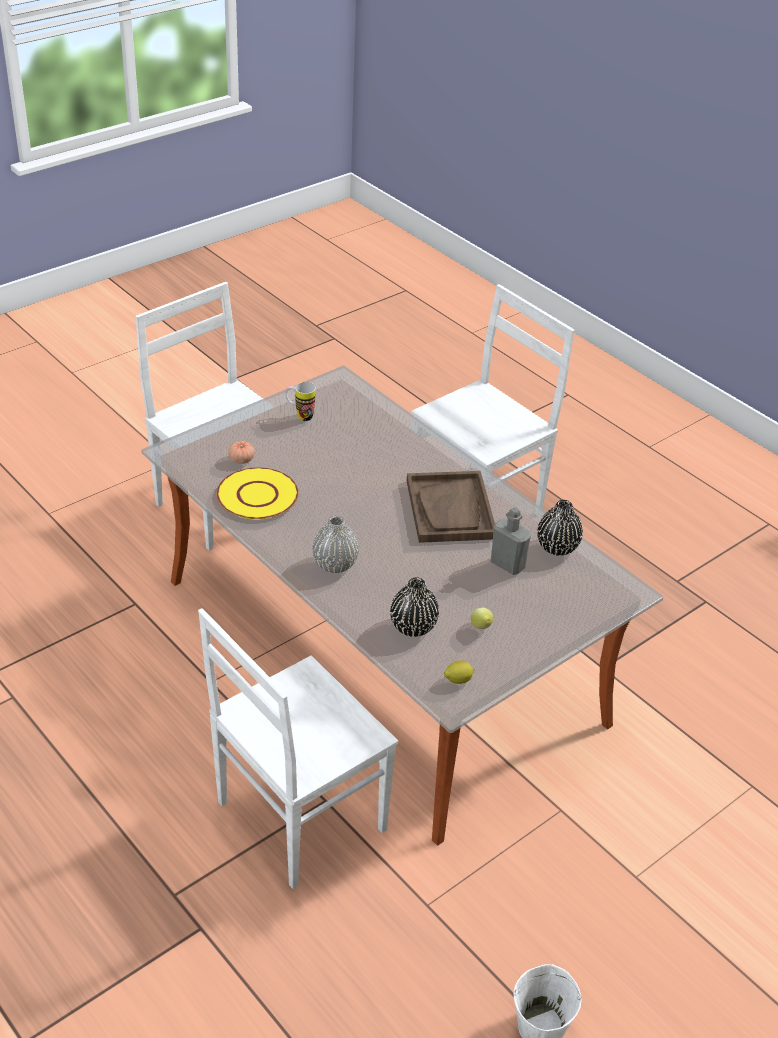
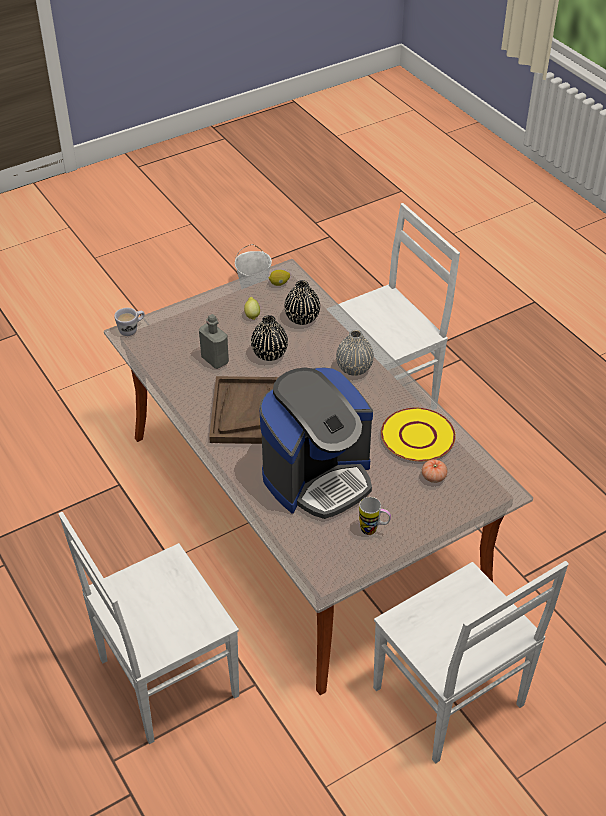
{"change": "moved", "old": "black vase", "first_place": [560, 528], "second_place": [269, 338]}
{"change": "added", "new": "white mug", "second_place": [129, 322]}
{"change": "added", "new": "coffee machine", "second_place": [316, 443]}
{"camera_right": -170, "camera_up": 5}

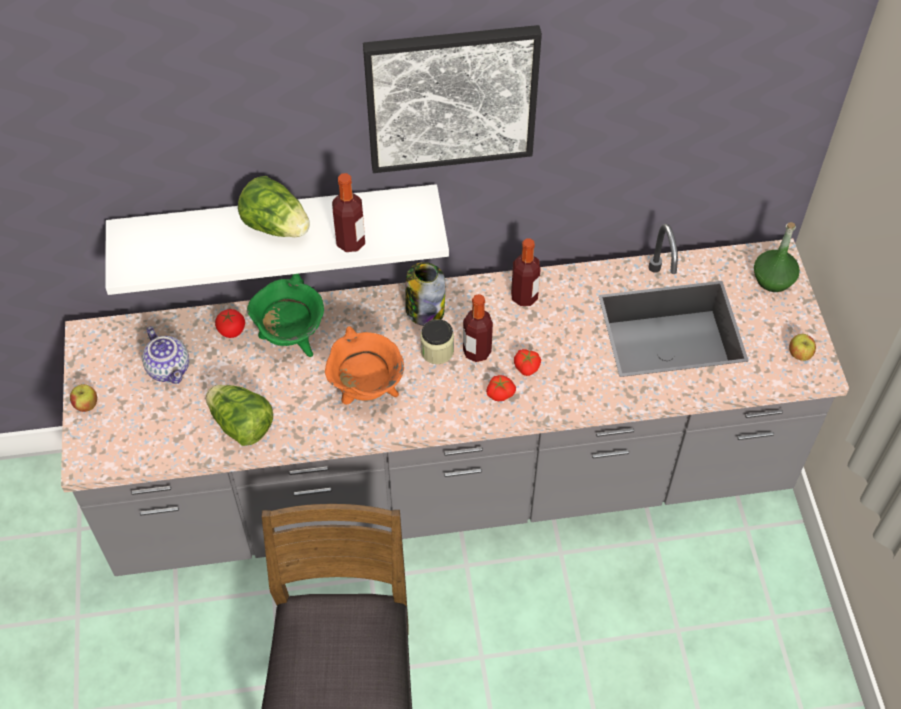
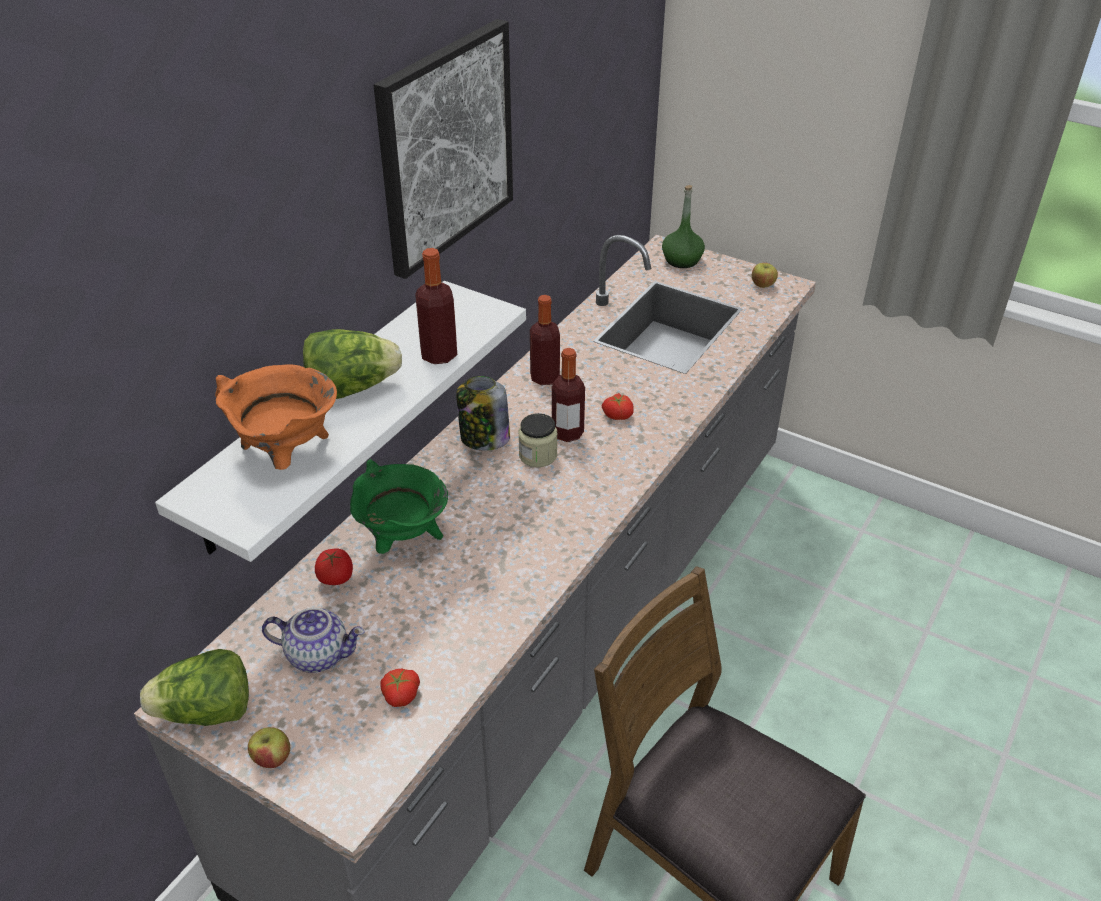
{"change": "moved", "old": "lettuce", "first_place": [239, 415], "second_place": [194, 687]}
{"change": "moved", "old": "orange cooking pot", "first_place": [364, 365], "second_place": [276, 417]}
{"change": "moved", "old": "tomato", "first_place": [501, 388], "second_place": [400, 687]}
{"camera_right": -50, "camera_up": -15}

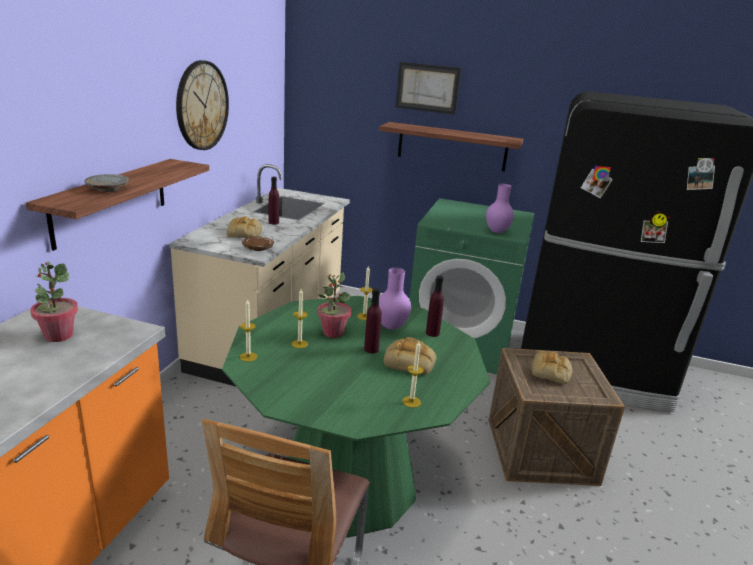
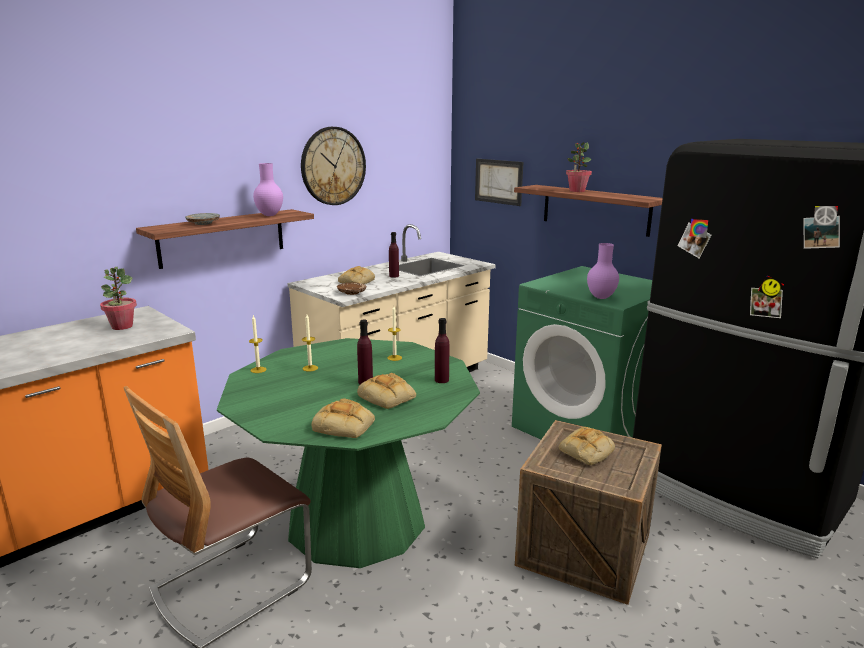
{"change": "moved", "old": "potted plant", "first_place": [334, 305], "second_place": [579, 167]}
{"change": "moved", "old": "purple vase", "first_place": [395, 299], "second_place": [268, 189]}
{"change": "moved", "old": "picture", "first_place": [428, 88], "second_place": [499, 182]}
{"change": "replaced", "old": "candle", "new": "bread", "first_place": [413, 374], "second_place": [343, 418]}
{"camera_right": 30, "camera_up": -5}

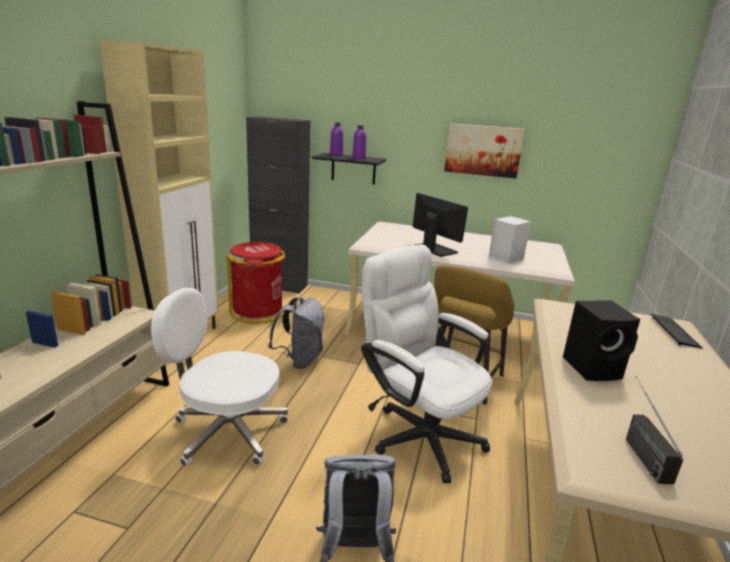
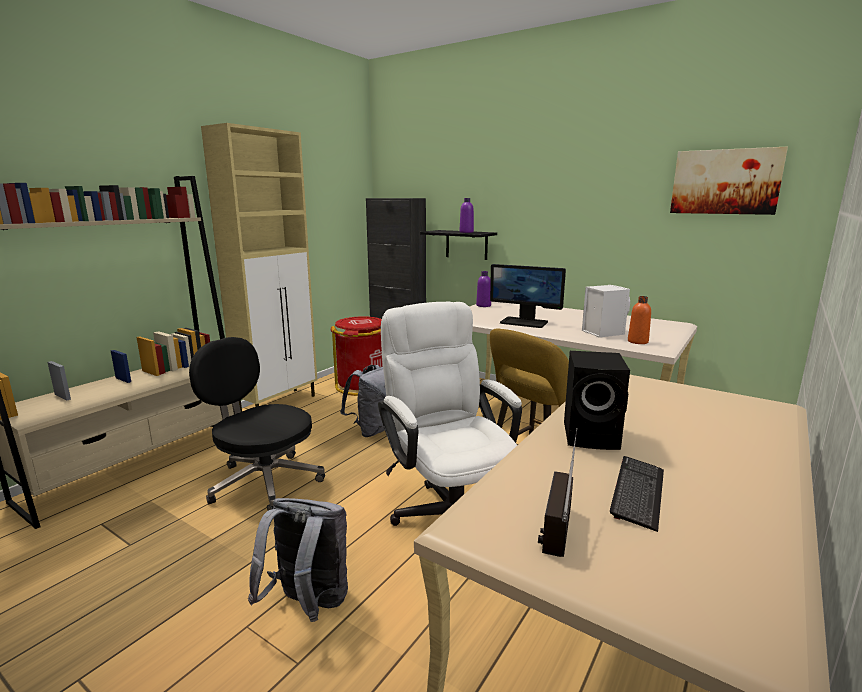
{"change": "recoloured", "old": "white office chair", "new": "black office chair", "first_place": [219, 377], "second_place": [257, 423]}
{"change": "moved", "old": "purple bottle", "first_place": [336, 139], "second_place": [483, 289]}
{"change": "turned", "old": "monitor", "first_place": [440, 225], "second_place": [528, 296], "degrees": 135}
{"change": "moved", "old": "picture", "first_place": [484, 150], "second_place": [729, 180]}
{"change": "moved", "old": "keyboard", "first_place": [677, 331], "second_place": [637, 494]}
{"change": "added", "new": "orange bottle", "second_place": [639, 320]}
{"camera_right": 20, "camera_up": -5}

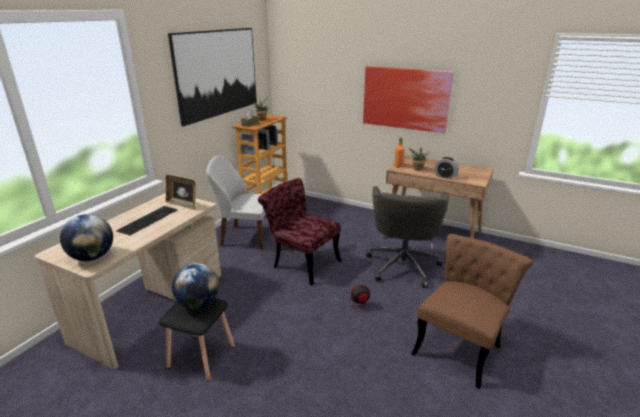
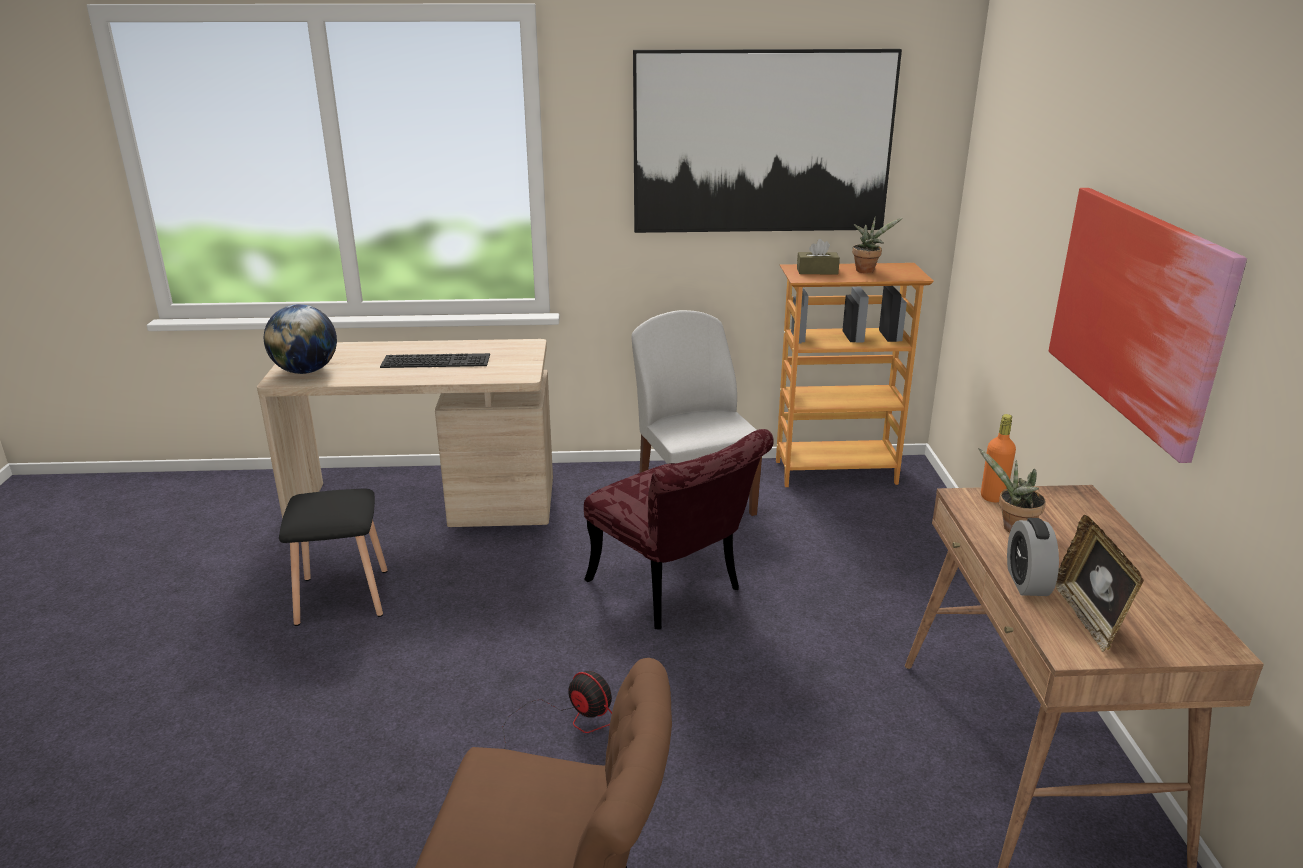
{"change": "moved", "old": "picture frame", "first_place": [180, 192], "second_place": [1099, 583]}
{"change": "removed", "old": "globe", "first_place": [195, 286]}
{"change": "turned", "old": "red chair", "first_place": [299, 231], "second_place": [679, 529], "degrees": 135}
{"change": "removed", "old": "grey office chair", "first_place": [407, 237]}
{"camera_right": 60, "camera_up": 0}

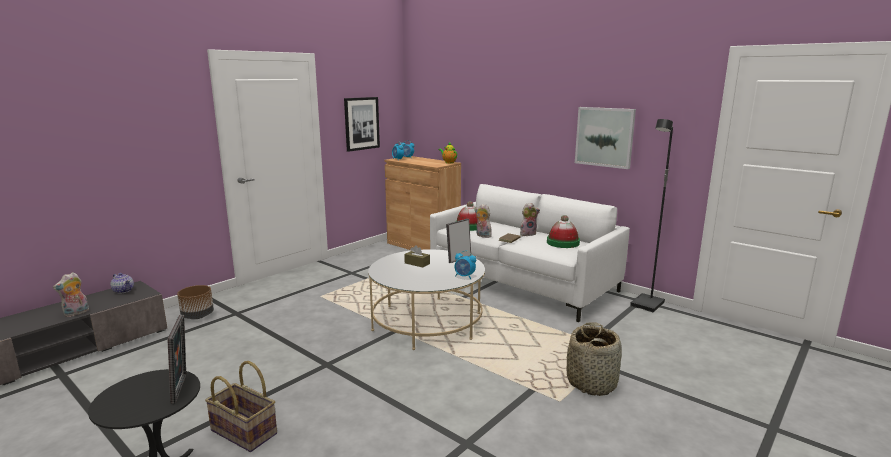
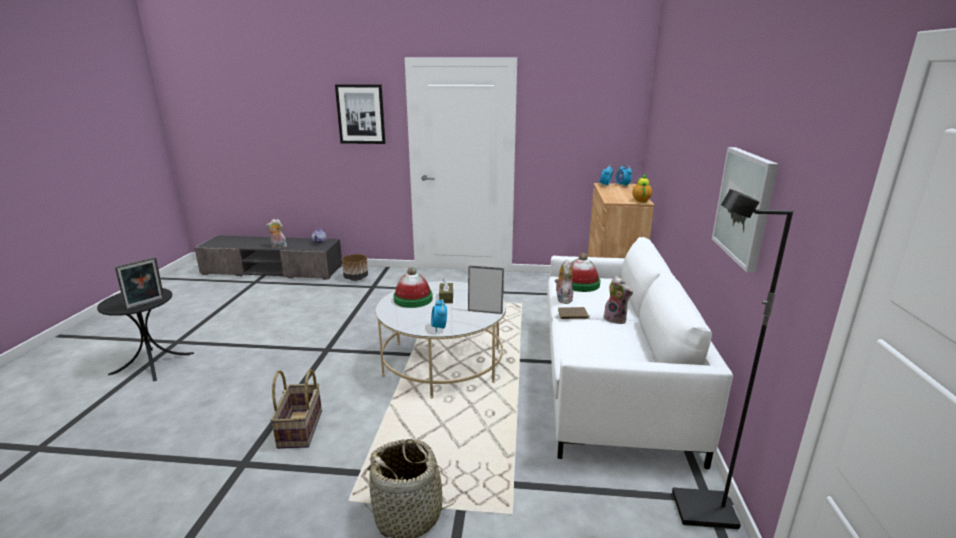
{"change": "moved", "old": "basket", "first_place": [241, 406], "second_place": [296, 409]}
{"change": "moved", "old": "picture", "first_place": [362, 124], "second_place": [360, 114]}
{"change": "moved", "old": "hat", "first_place": [563, 231], "second_place": [413, 287]}
{"camera_right": 55, "camera_up": 5}

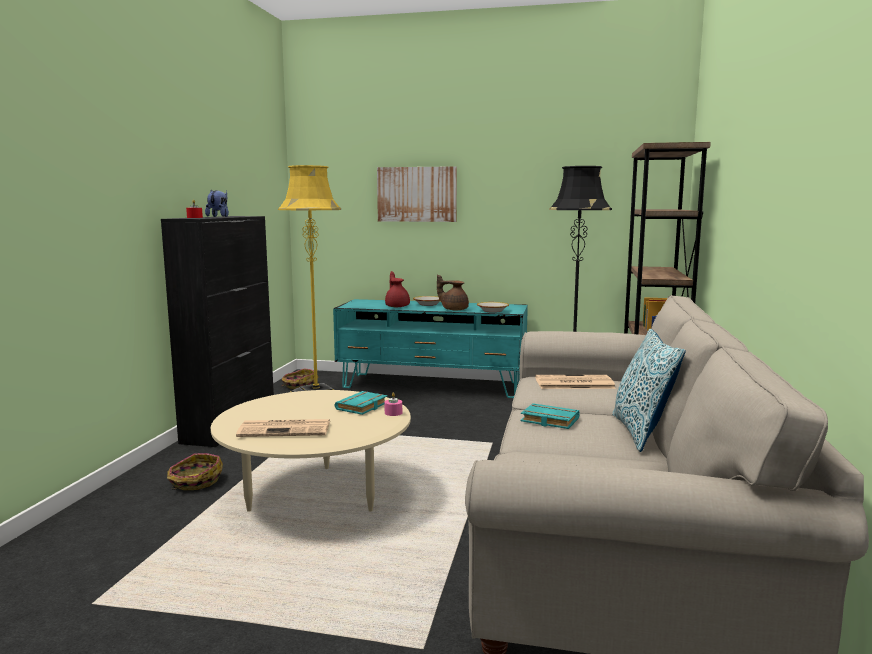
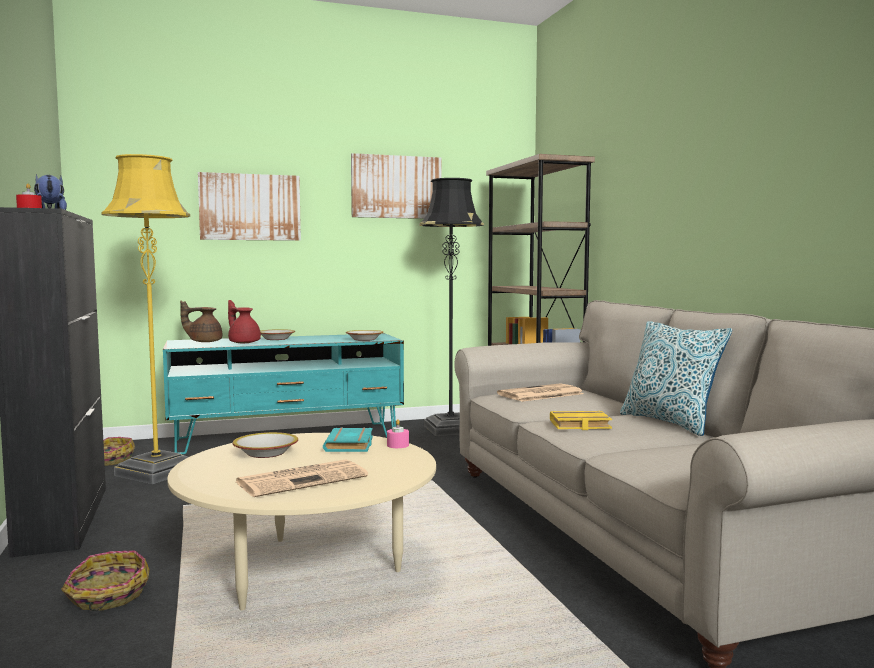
{"change": "moved", "old": "brown teapot", "first_place": [453, 292], "second_place": [201, 321]}
{"change": "recoloured", "old": "turquoise book", "new": "yellow book", "first_place": [550, 416], "second_place": [581, 420]}
{"change": "added", "new": "bowl", "second_place": [265, 445]}
{"change": "added", "new": "picture", "second_place": [396, 186]}
{"camera_right": -30, "camera_up": -5}

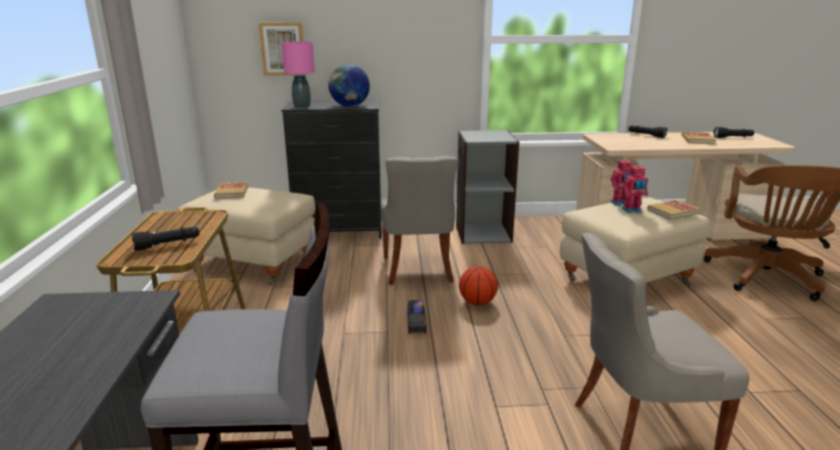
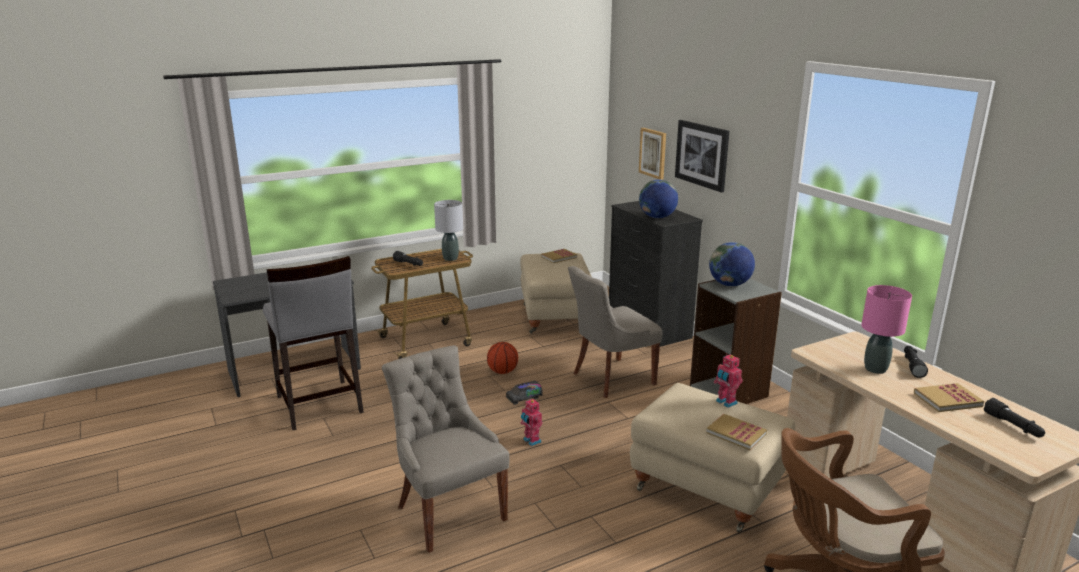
{"change": "moved", "old": "pink table lamp", "first_place": [298, 74], "second_place": [886, 329]}
{"change": "moved", "old": "basketball", "first_place": [478, 285], "second_place": [502, 358]}
{"change": "moved", "old": "toy robot", "first_place": [635, 189], "second_place": [531, 422]}
{"change": "added", "new": "grey table lamp", "second_place": [448, 230]}
{"change": "added", "new": "picture", "second_place": [702, 156]}
{"change": "added", "new": "globe", "second_place": [732, 264]}
{"camera_right": 65, "camera_up": 0}

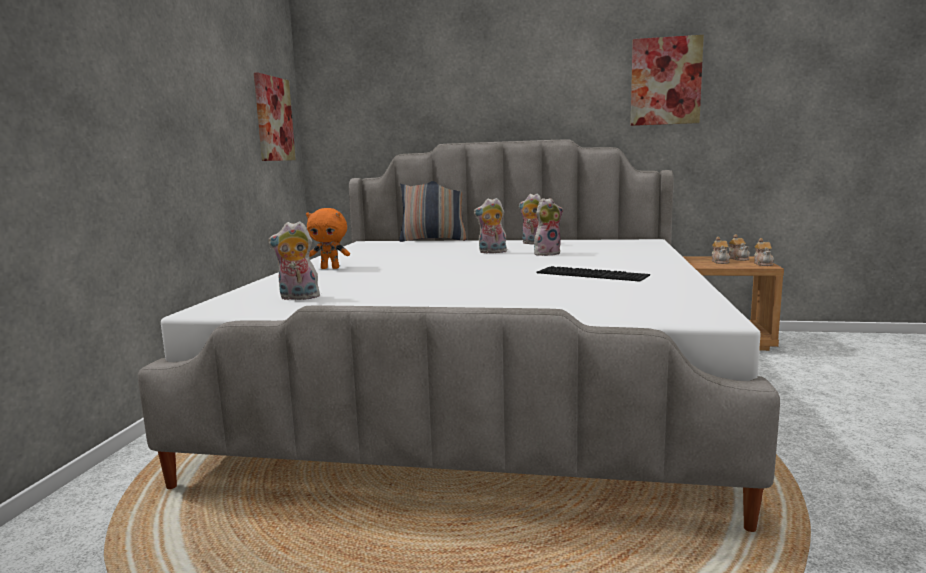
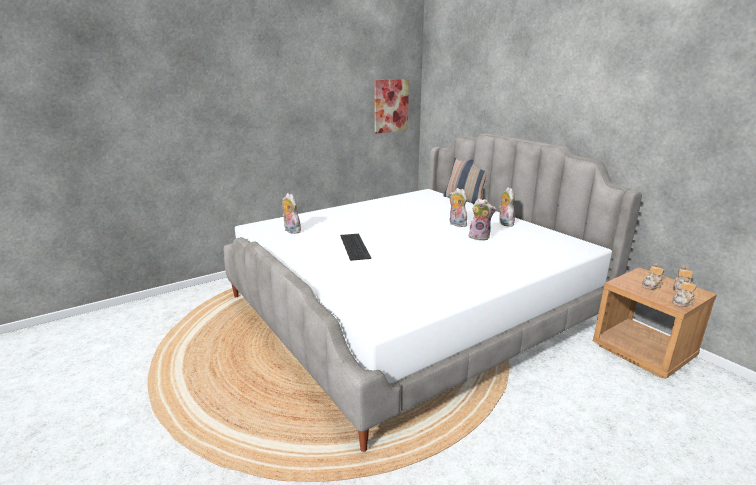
{"change": "removed", "old": "orange plush toy", "first_place": [328, 238]}
{"change": "moved", "old": "keyboard", "first_place": [593, 274], "second_place": [355, 247]}
{"change": "removed", "old": "picture", "first_place": [667, 80]}
{"camera_right": 45, "camera_up": 10}

